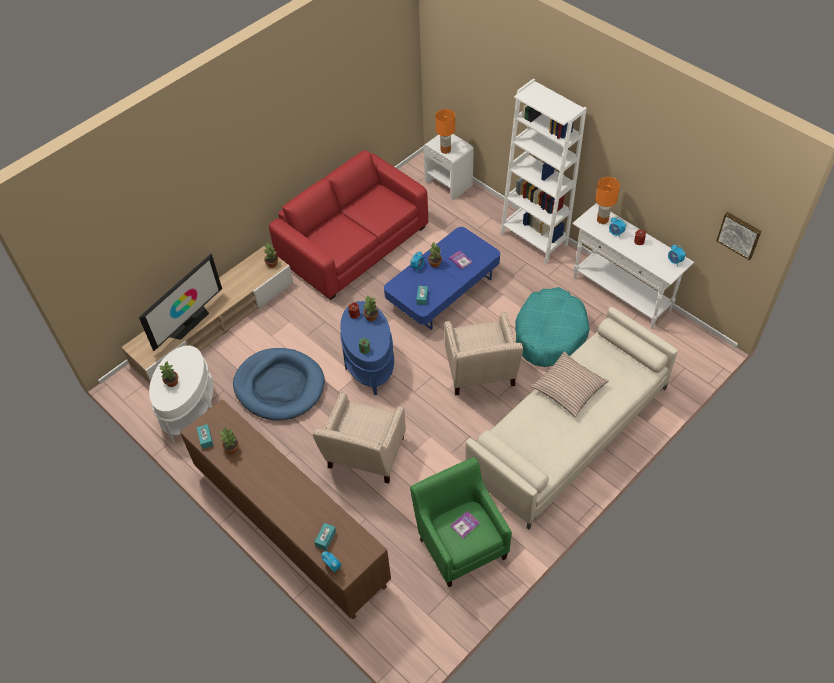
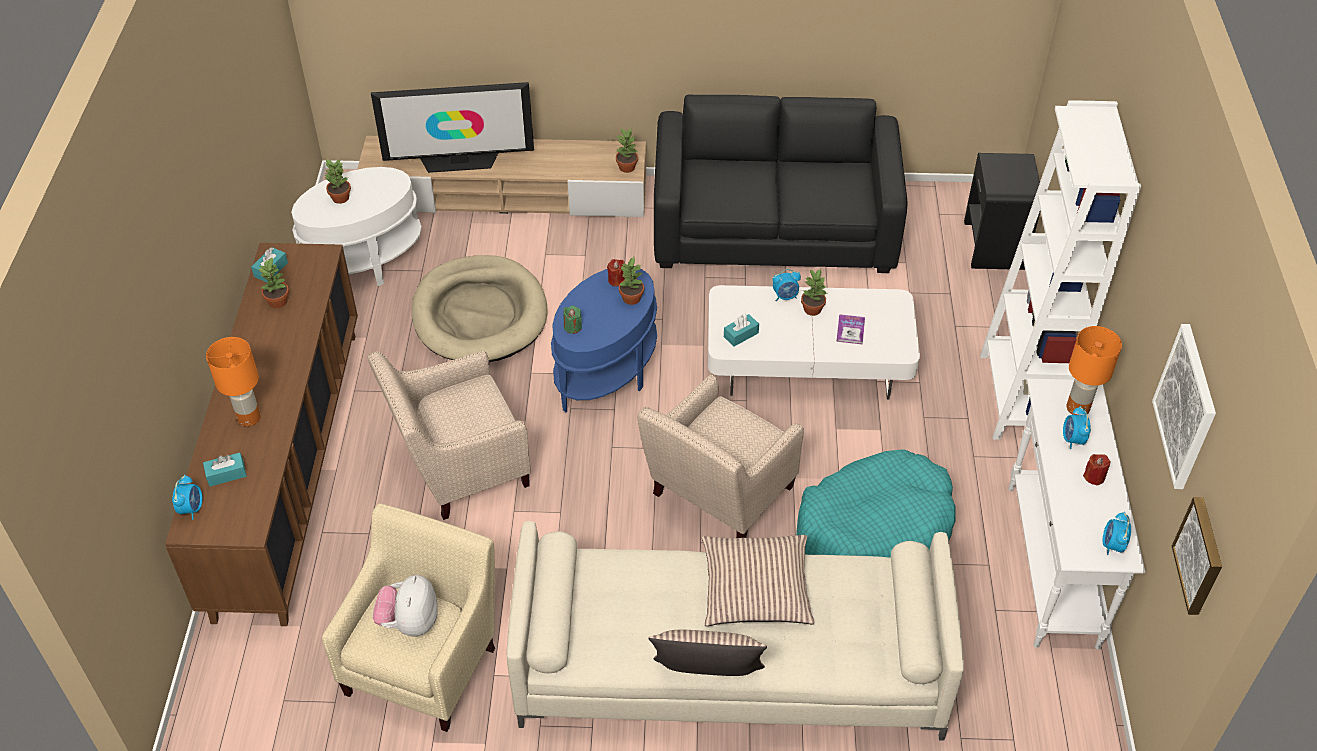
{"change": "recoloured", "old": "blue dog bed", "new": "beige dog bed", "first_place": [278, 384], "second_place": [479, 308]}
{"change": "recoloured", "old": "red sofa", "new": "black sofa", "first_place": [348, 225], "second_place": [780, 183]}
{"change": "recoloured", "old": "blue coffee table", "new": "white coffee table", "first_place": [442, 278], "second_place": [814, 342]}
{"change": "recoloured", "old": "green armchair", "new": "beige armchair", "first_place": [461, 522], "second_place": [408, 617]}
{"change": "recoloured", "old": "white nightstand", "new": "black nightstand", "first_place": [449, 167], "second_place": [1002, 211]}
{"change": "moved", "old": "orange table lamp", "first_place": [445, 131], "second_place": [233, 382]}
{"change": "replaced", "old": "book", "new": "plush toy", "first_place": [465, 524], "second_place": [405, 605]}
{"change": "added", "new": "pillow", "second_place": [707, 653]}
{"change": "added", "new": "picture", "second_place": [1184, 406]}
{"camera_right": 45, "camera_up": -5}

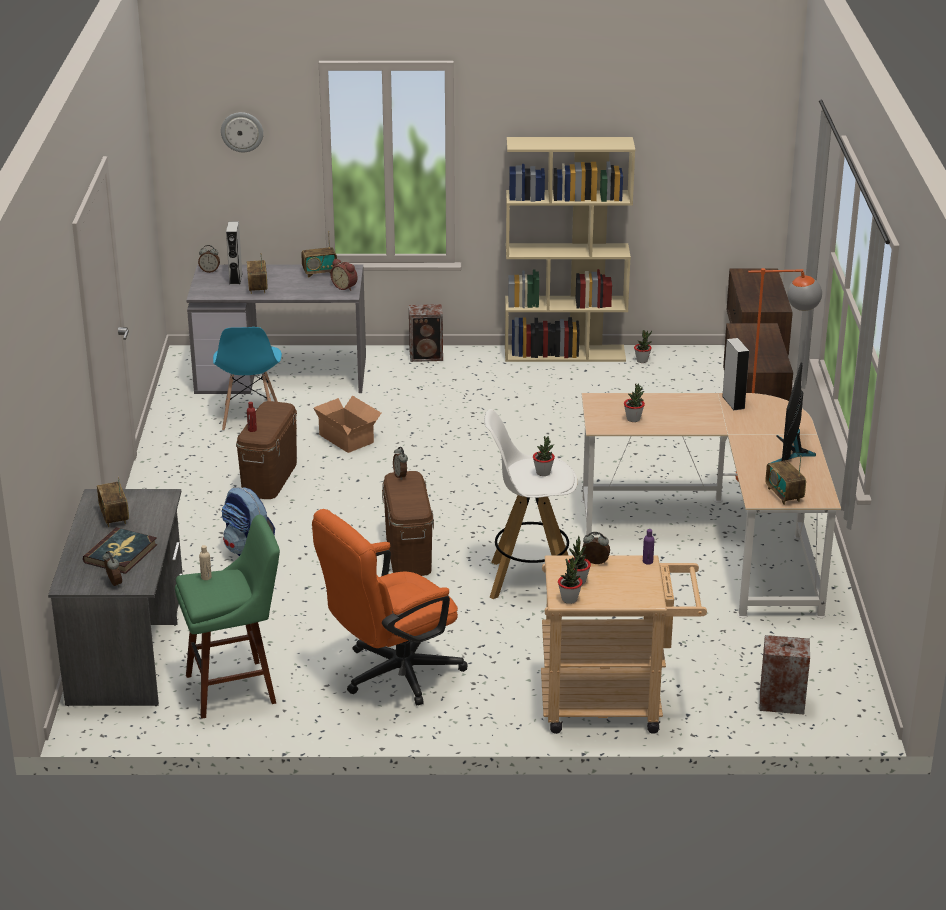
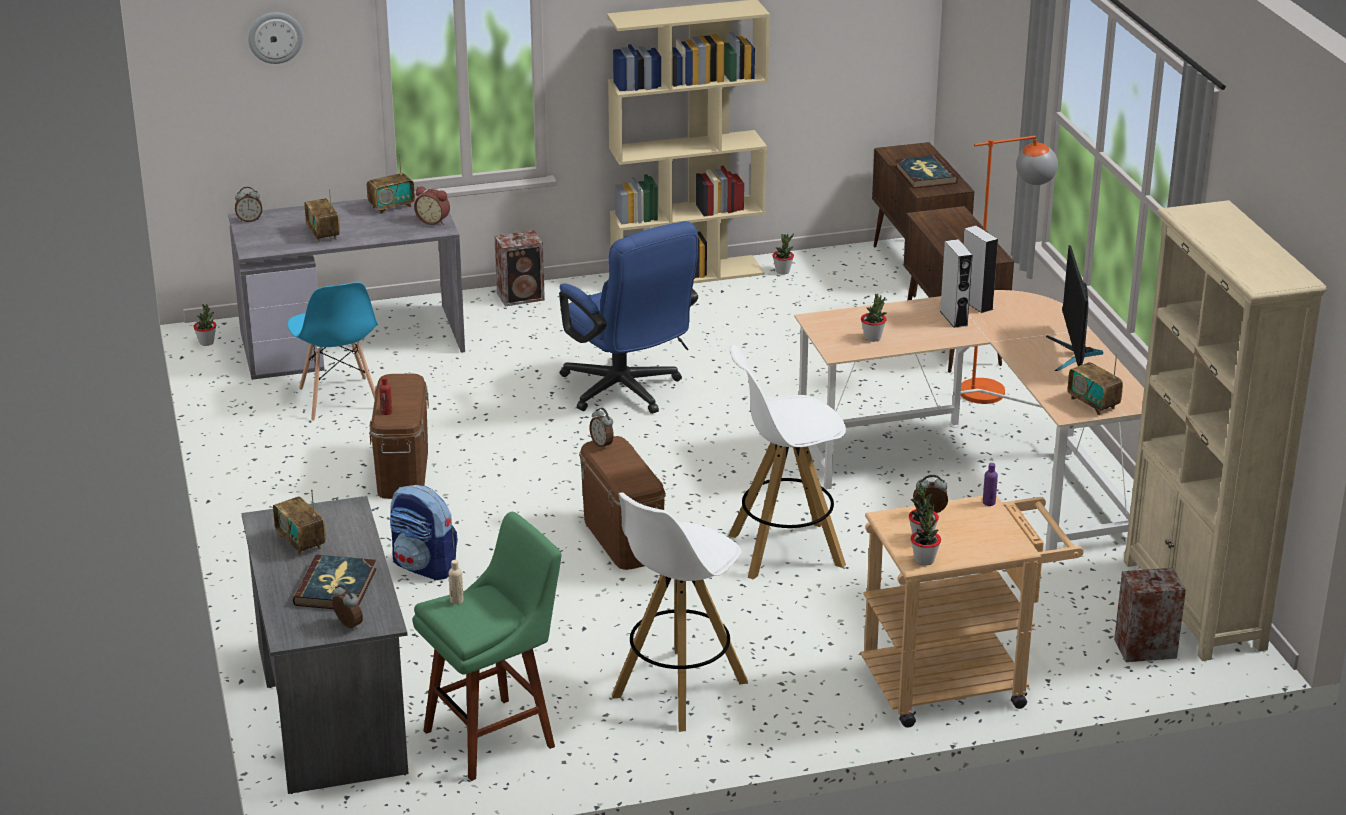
{"change": "moved", "old": "grey speaker", "first_place": [234, 253], "second_place": [956, 283]}
{"change": "replaced", "old": "orange office chair", "new": "white stool", "first_place": [390, 607], "second_place": [680, 612]}
{"change": "removed", "old": "cardboard box", "first_place": [347, 424]}
{"change": "moved", "old": "potted plant", "first_place": [544, 456], "second_place": [204, 325]}
{"change": "added", "new": "blue office chair", "second_place": [628, 317]}
{"change": "added", "new": "book", "second_place": [926, 171]}
{"change": "added", "new": "beige bookcase", "second_place": [1225, 430]}
{"camera_right": -15, "camera_up": 0}

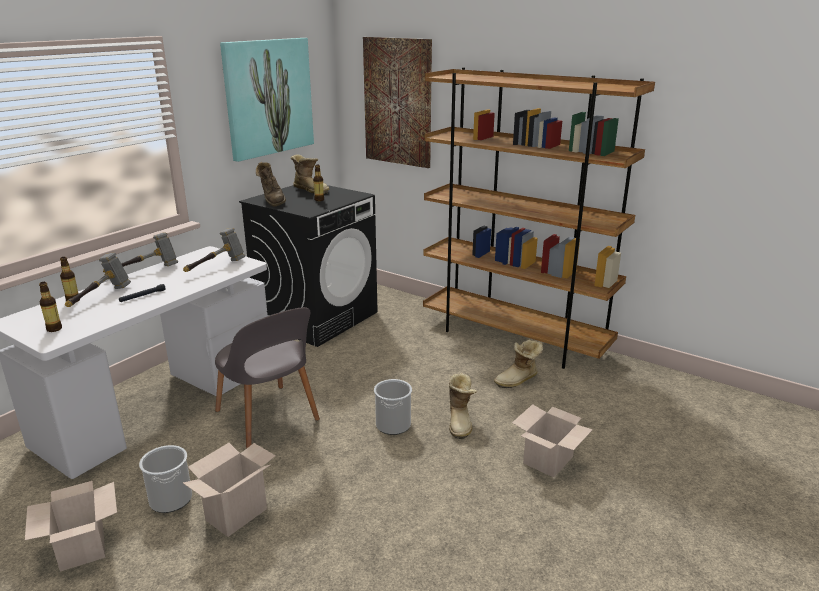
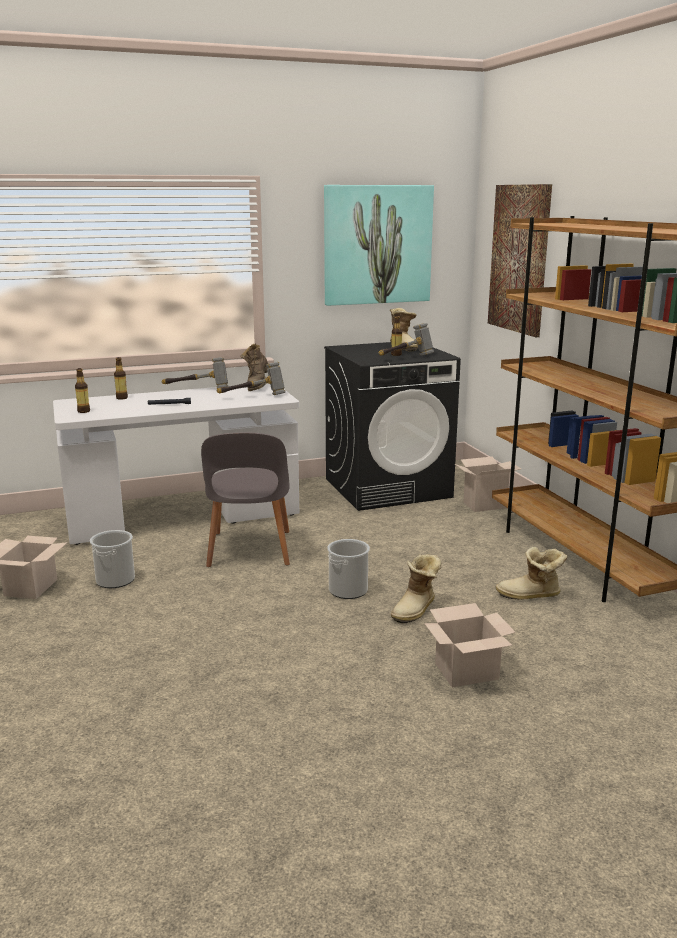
{"change": "moved", "old": "hammer", "first_place": [98, 279], "second_place": [406, 339]}
{"change": "moved", "old": "cardboard box", "first_place": [229, 490], "second_place": [488, 484]}
{"change": "moved", "old": "brown boot", "first_place": [271, 184], "second_place": [254, 367]}
{"camera_right": 35, "camera_up": -5}

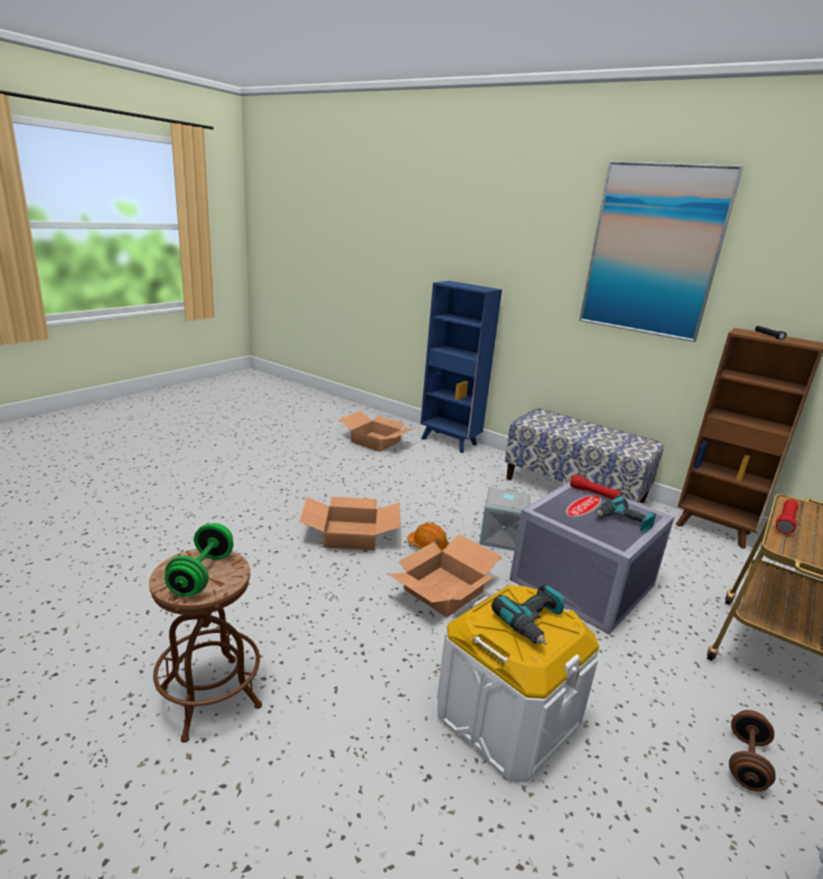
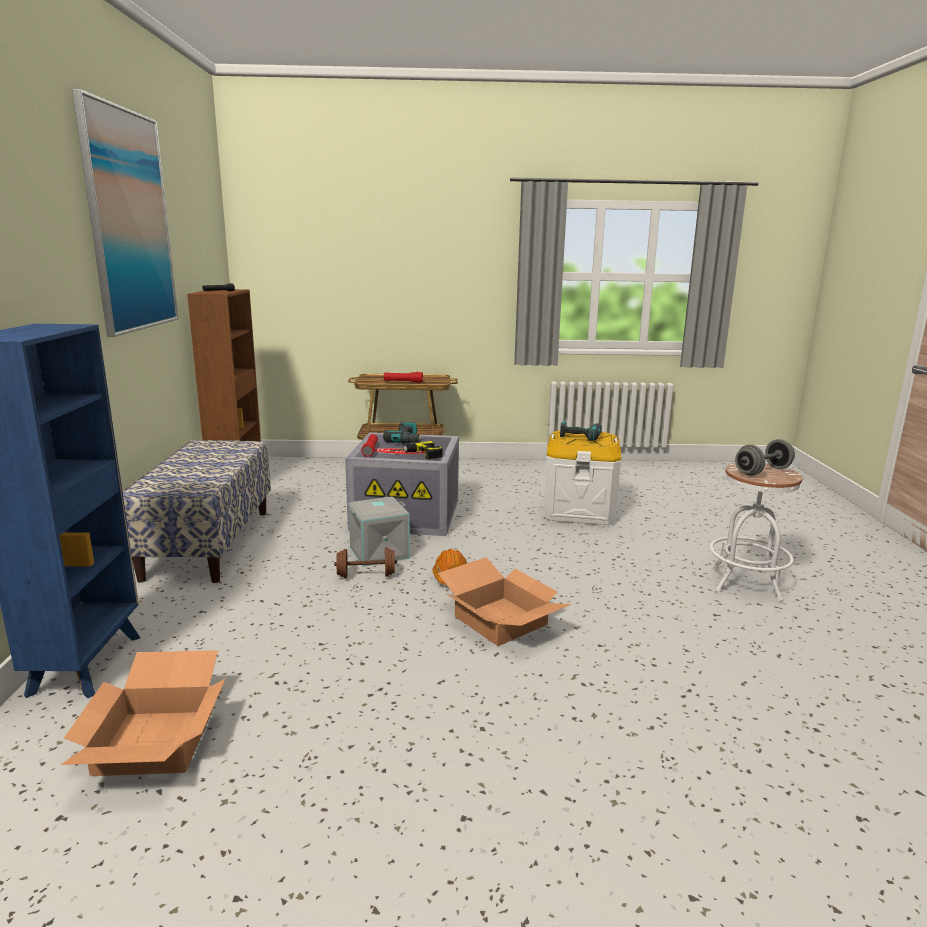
{"change": "recoloured", "old": "brown stool", "new": "white stool", "first_place": [205, 646], "second_place": [756, 532]}
{"change": "recoloured", "old": "green dumbbell", "new": "grey dumbbell", "first_place": [199, 559], "second_place": [765, 457]}
{"change": "removed", "old": "cardboard box", "first_place": [445, 575]}
{"change": "moved", "old": "brown dumbbell", "first_place": [752, 751], "second_place": [365, 562]}
{"change": "added", "new": "power drill", "second_place": [416, 450]}
{"camera_right": -125, "camera_up": -5}

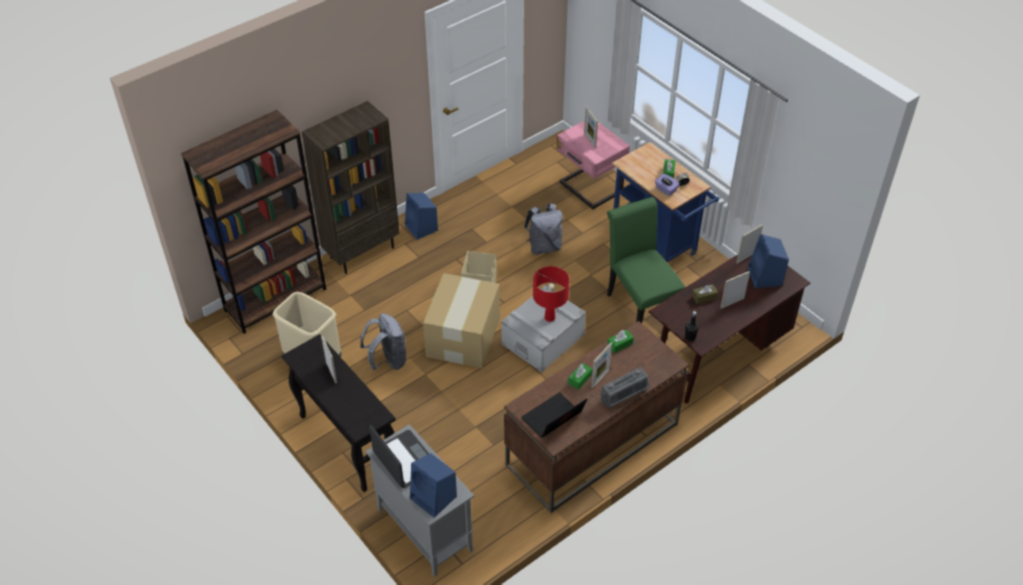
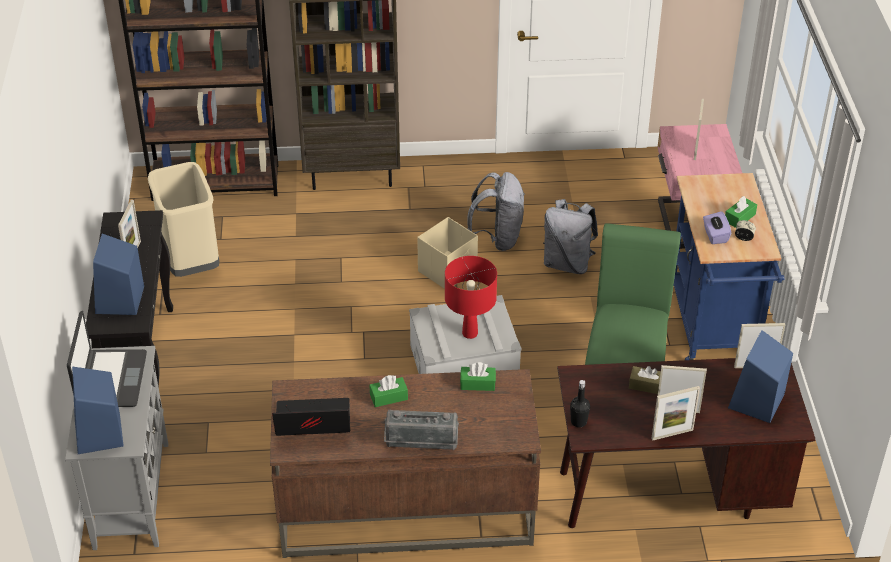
{"change": "moved", "old": "grey backpack", "first_place": [383, 341], "second_place": [496, 211]}
{"change": "moved", "old": "blue speaker", "first_place": [421, 216], "second_place": [118, 274]}
{"change": "removed", "old": "cardboard box", "first_place": [461, 320]}
{"change": "moved", "old": "picture frame", "first_place": [601, 365], "second_place": [675, 413]}
{"camera_right": 35, "camera_up": -5}

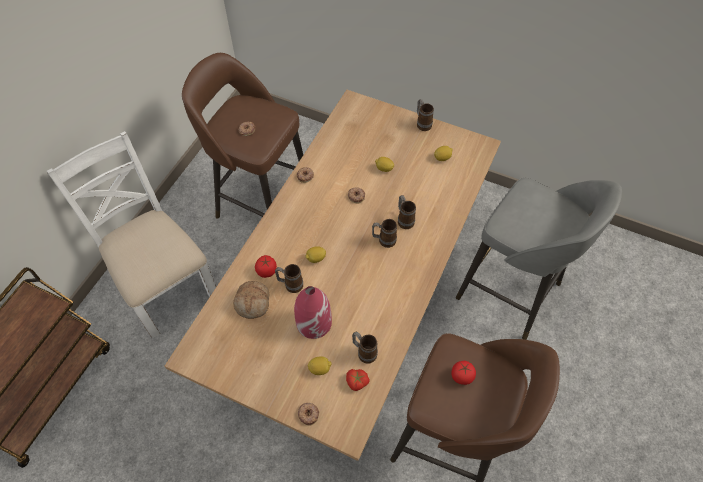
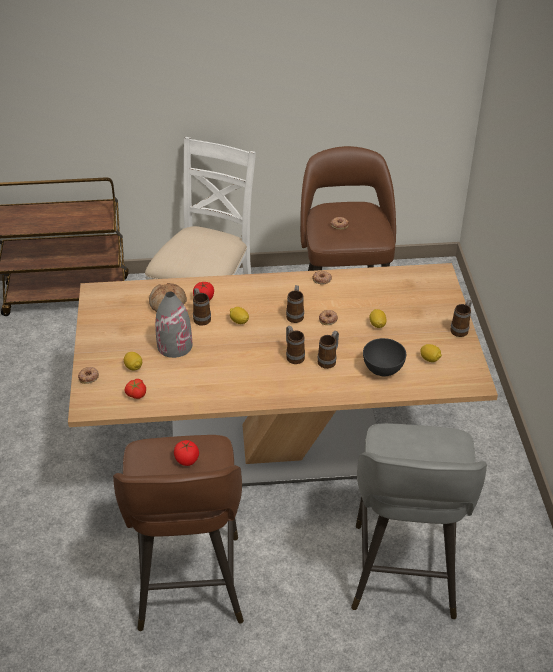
{"change": "recoloured", "old": "red vase", "new": "grey vase", "first_place": [313, 312], "second_place": [173, 325]}
{"change": "moved", "old": "mug", "first_place": [365, 348], "second_place": [295, 304]}
{"change": "added", "new": "grey bowl", "second_place": [384, 357]}
{"camera_right": 60, "camera_up": -15}

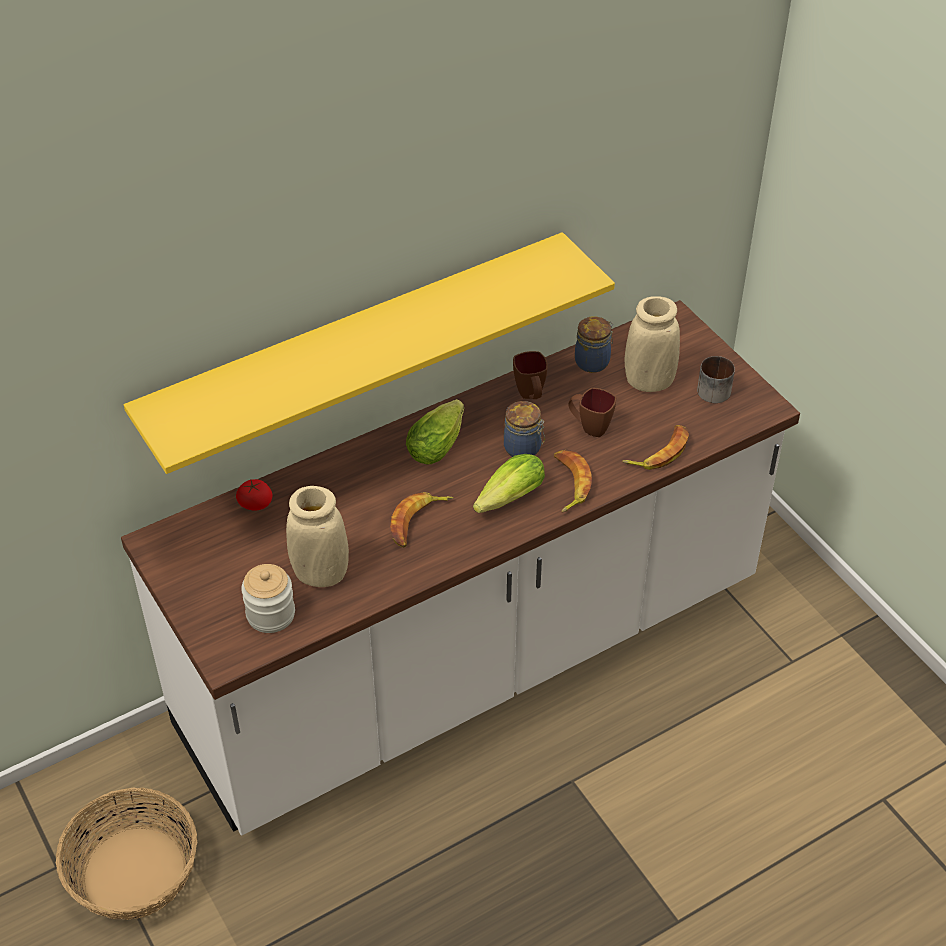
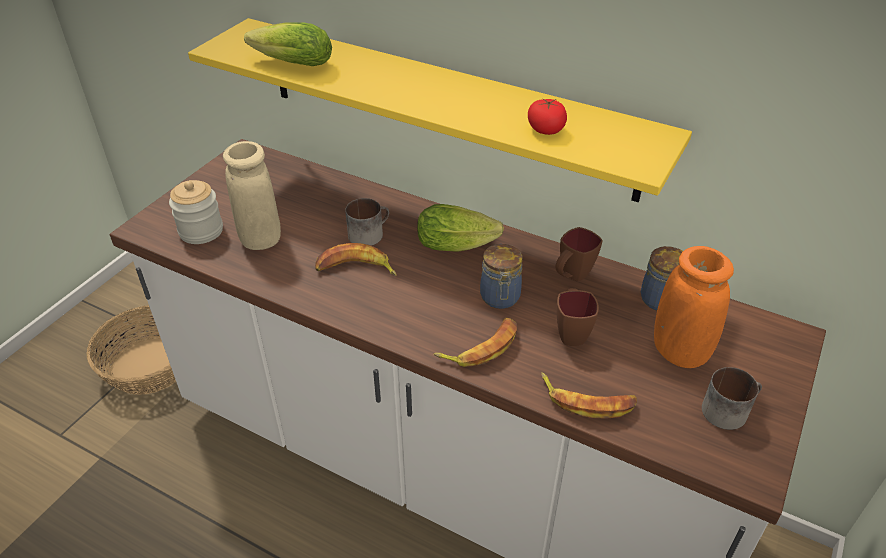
{"change": "moved", "old": "tomato", "first_place": [254, 495], "second_place": [547, 117]}
{"change": "moved", "old": "lettuce", "first_place": [509, 483], "second_place": [288, 44]}
{"change": "recoloured", "old": "beige vase", "new": "orange vase", "first_place": [652, 344], "second_place": [694, 307]}
{"change": "added", "new": "mug", "second_place": [367, 222]}
{"camera_right": 60, "camera_up": -5}

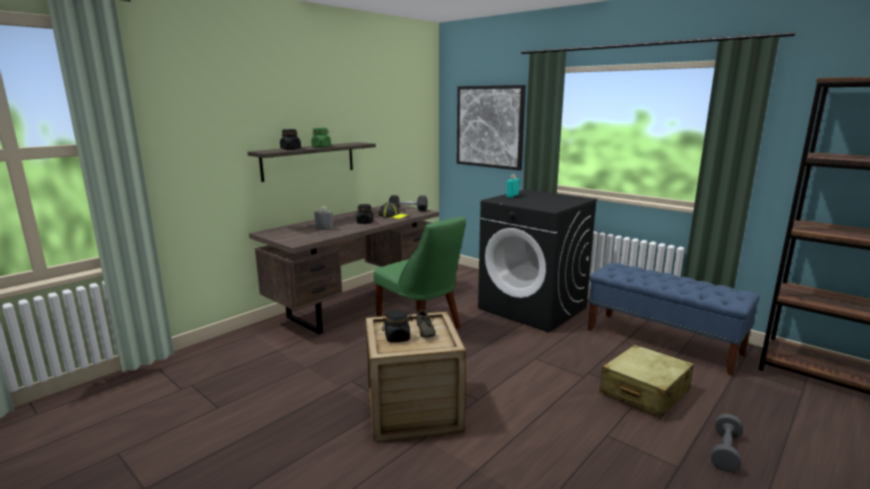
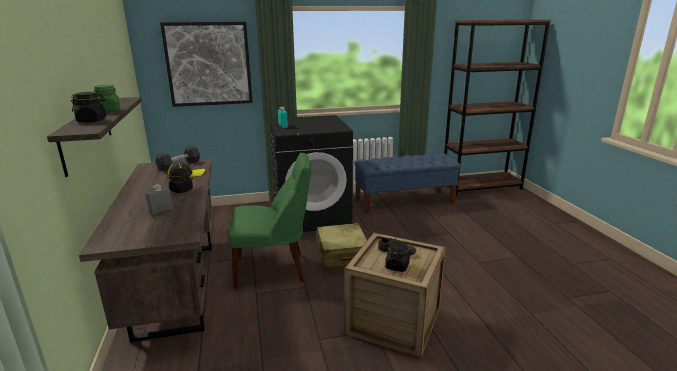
{"change": "moved", "old": "beige suitcase", "first_place": [646, 381], "second_place": [341, 246]}
{"change": "removed", "old": "grey dumbbell", "first_place": [727, 443]}
{"camera_right": -55, "camera_up": 5}

